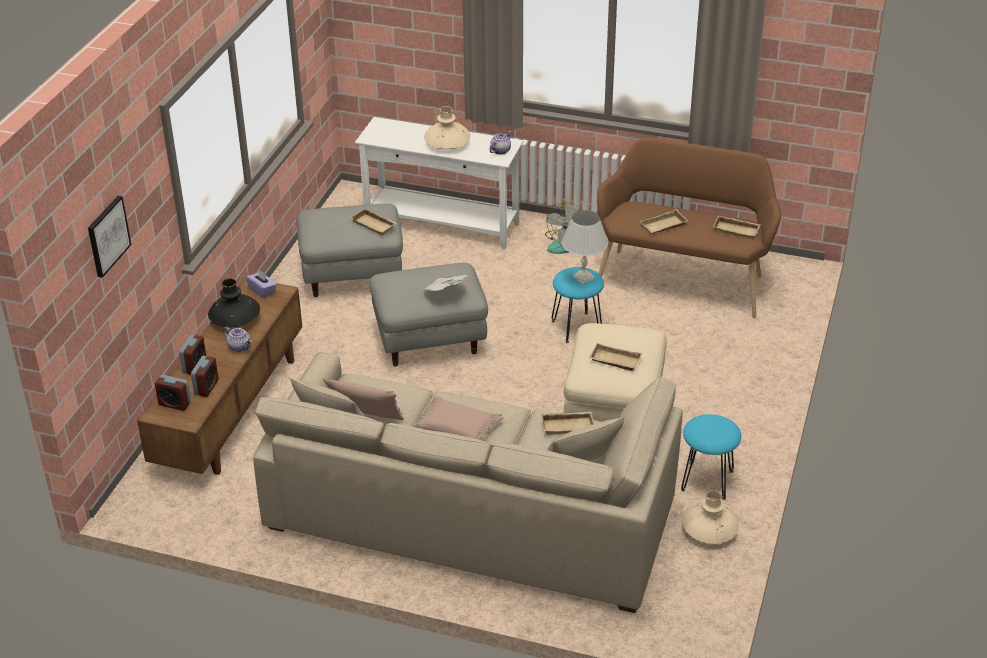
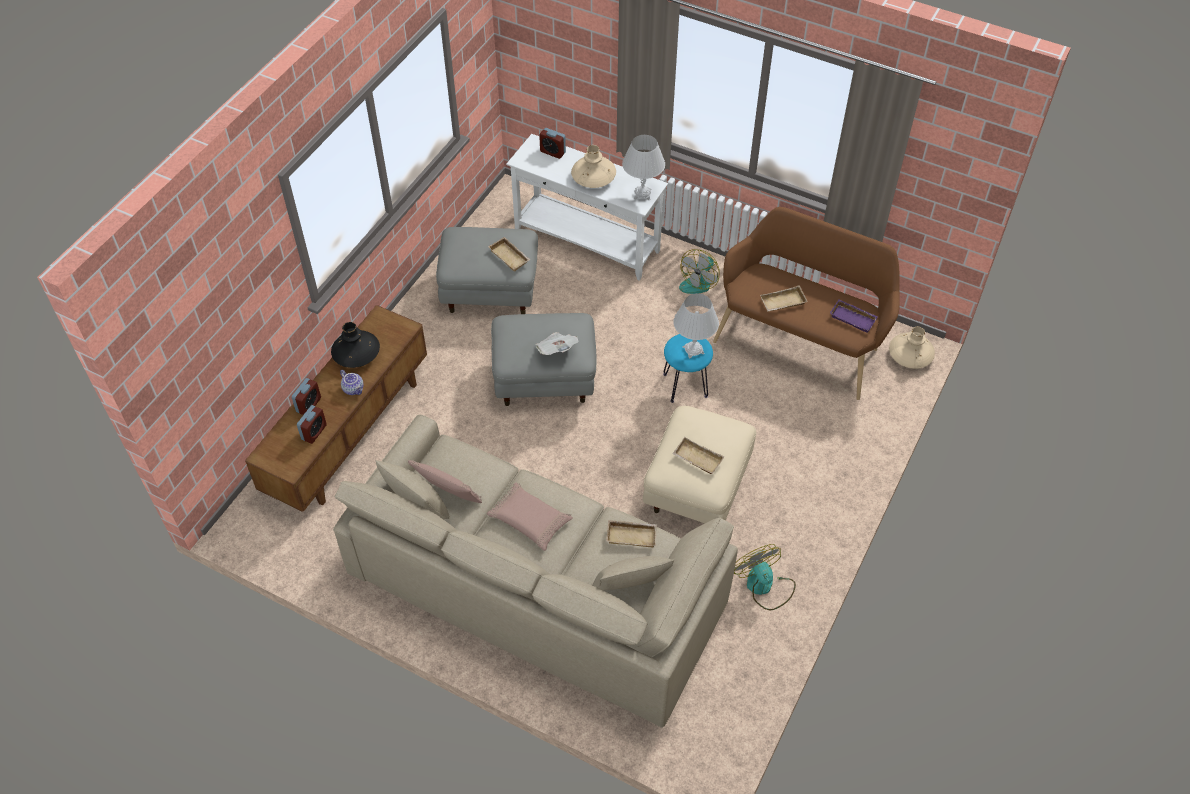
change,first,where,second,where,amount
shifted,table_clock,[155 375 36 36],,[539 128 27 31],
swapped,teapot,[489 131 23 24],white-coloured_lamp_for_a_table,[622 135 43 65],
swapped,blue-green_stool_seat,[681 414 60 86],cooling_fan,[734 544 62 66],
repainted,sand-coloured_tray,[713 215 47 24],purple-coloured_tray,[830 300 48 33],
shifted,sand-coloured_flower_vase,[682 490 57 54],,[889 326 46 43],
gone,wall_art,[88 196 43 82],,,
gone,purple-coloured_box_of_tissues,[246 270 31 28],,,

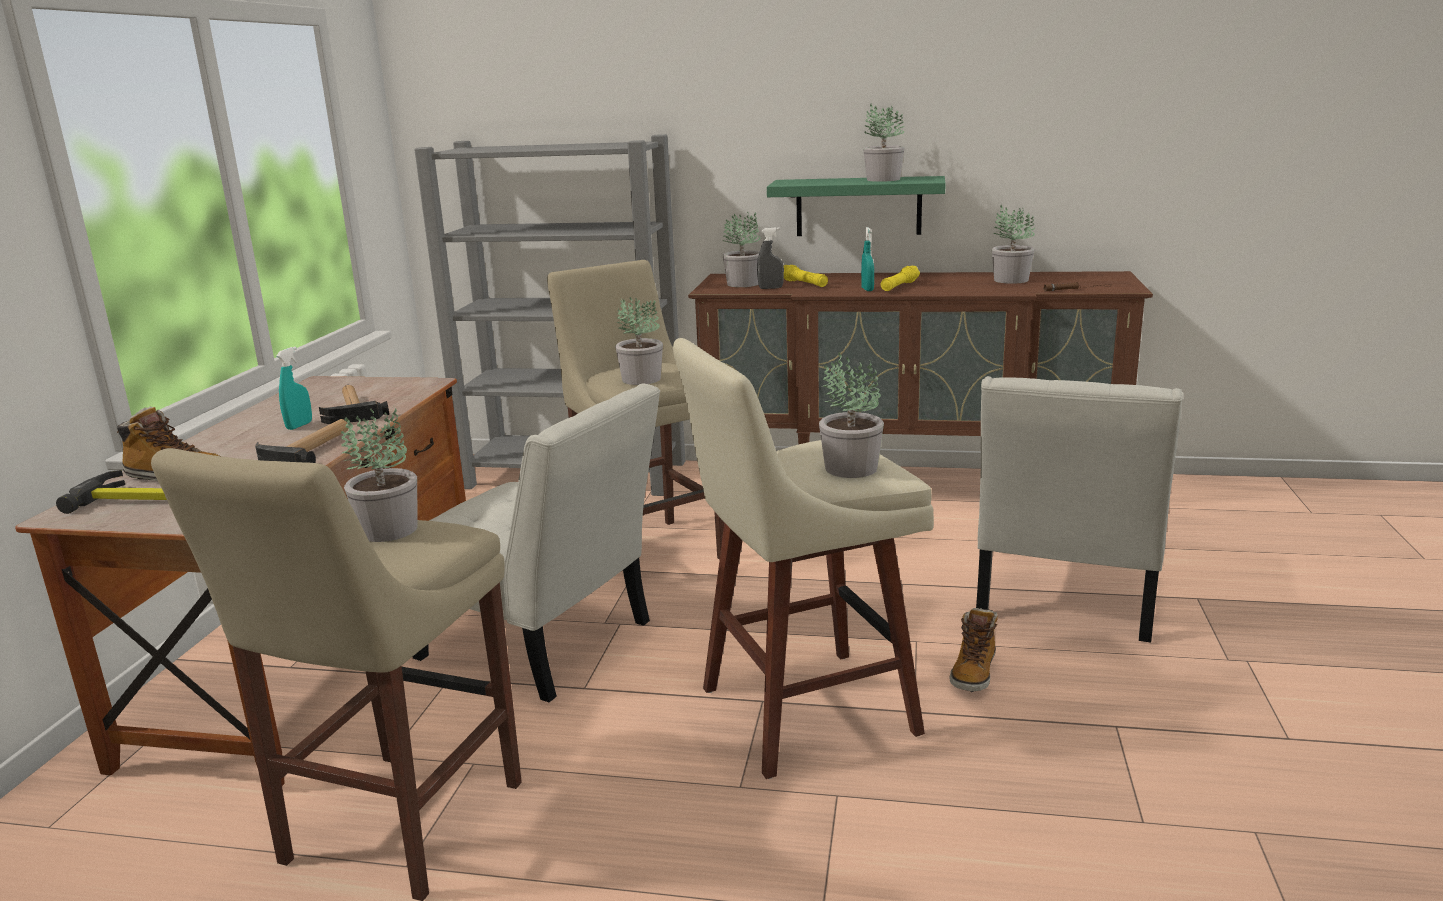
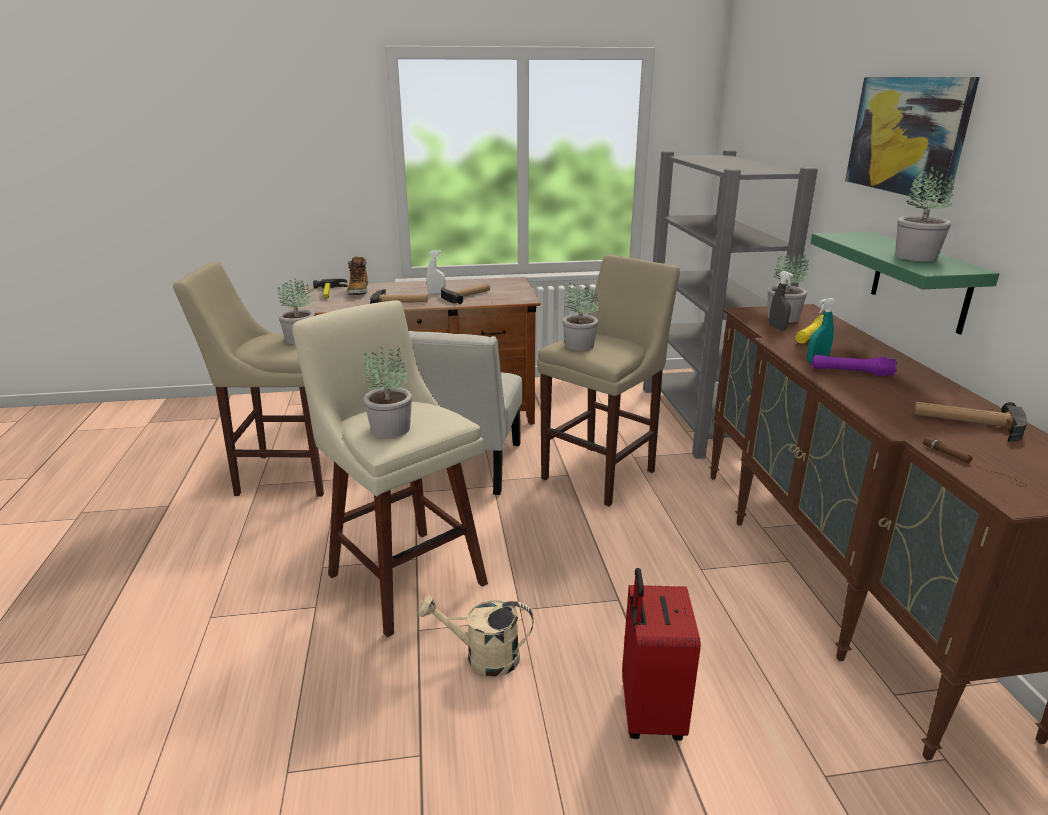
change,first,where,second,where,amount
swapped,boot,[950 608 48 84],sand-coloured_sprinkling_can,[418 595 116 82],
repainted,blue-green_spray_bottle,[276 347 36 83],white-coloured_spray_bottle,[427 251 19 43],
swapped,white-coloured_upright_chair,[976 376 207 266],red-coloured_suitcase,[622 568 79 173],
repainted,yellow_flashlight,[880 266 40 25],purple-coloured_flashlight,[812 355 86 21],
new,,,wall_art,[845 77 135 126],
swapped,plant_in_a_pot,[992 204 43 80],tool_hammer,[914 402 113 40],

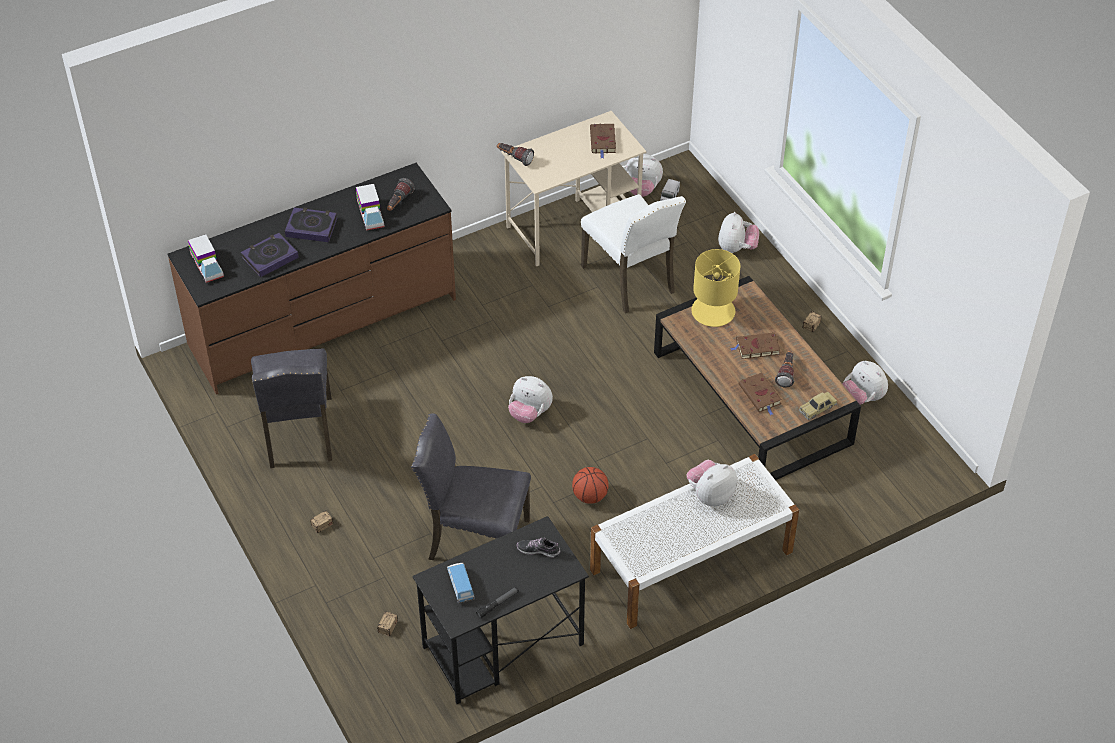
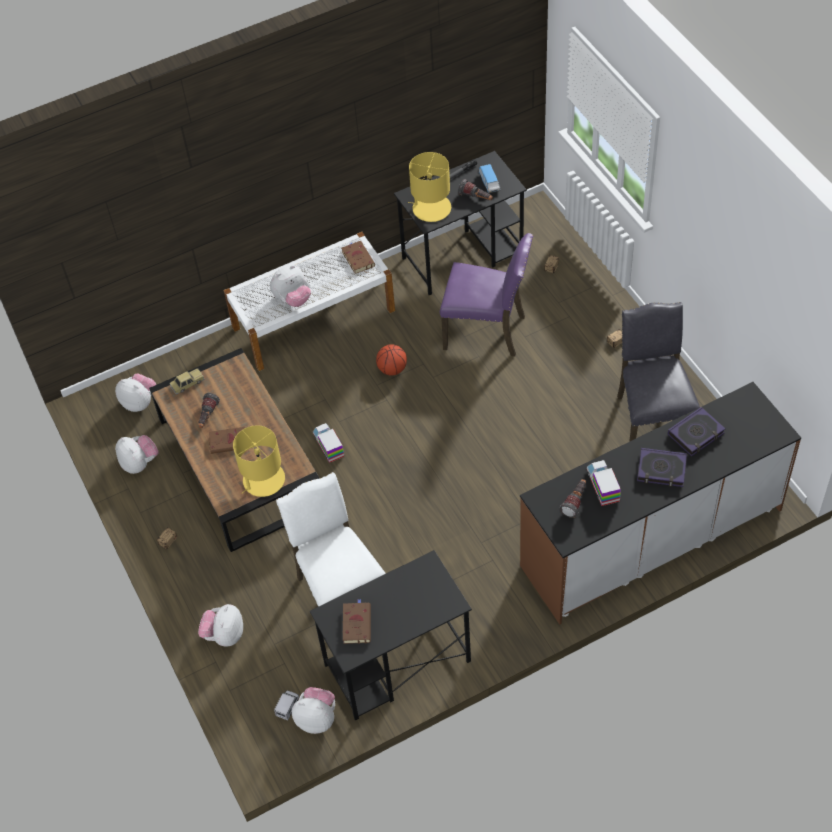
change,first,where,second,where,amount
shifted,cuddly_toy,[508 376 45 47],,[115 373 41 39],
repainted,sand-coloured_desk_table,[501 111 145 155],black-coloured_desk_table,[310 550 162 170],
shifted,toy_lorry,[188 234 36 49],,[313 423 31 40],
shifted,brown_bound_book,[739 373 43 42],,[341 241 34 33],
swapped,item_of_footwear,[517 538 44 20],yellow_lamp_for_a_table,[408 152 43 70],
repainted,grey_upright_chair,[411 413 120 147],purple-coloured_upright_chair,[440 233 94 124],
shifted,flashlight,[497 143 37 23],,[458 179 35 21],

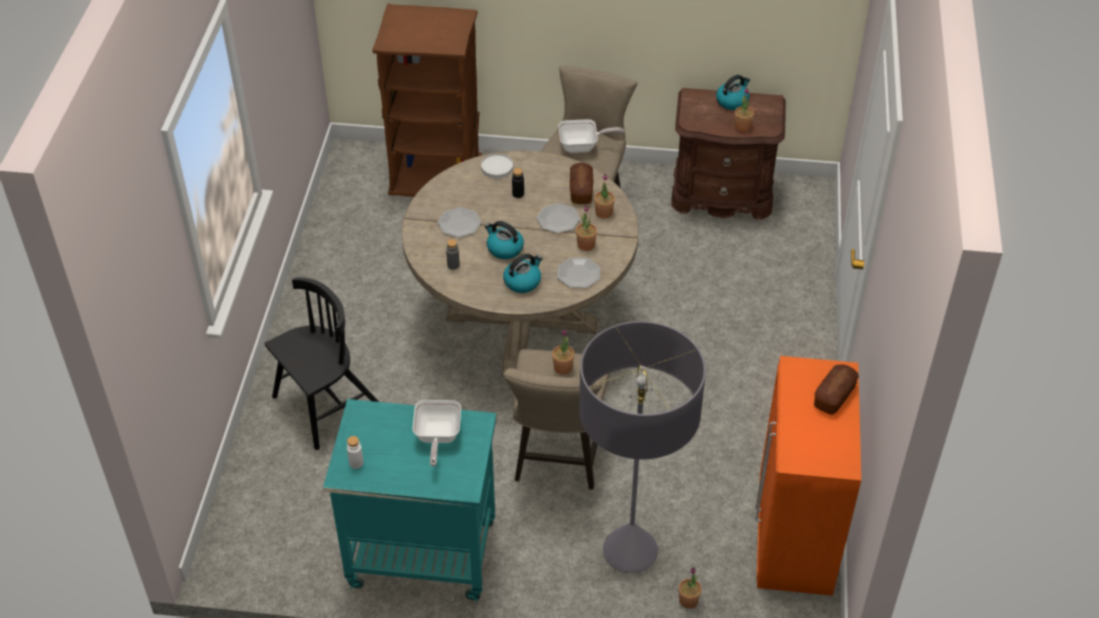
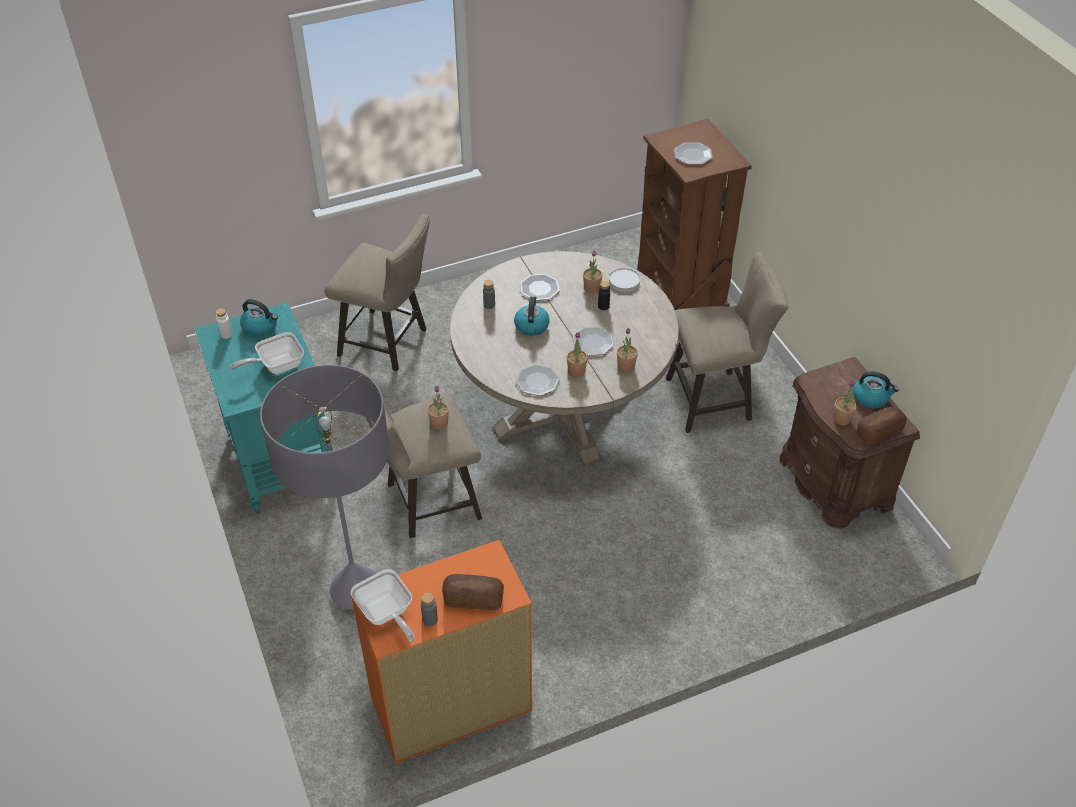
change,first,where,second,where,amount
shifted,tea_kettle,[503 254 40 39],,[240 299 38 38],
swapped,black-coloured_upright_chair,[265 277 114 173],sand-coloured_stool_seat,[325 214 105 157],
shifted,skillet,[559 119 65 34],,[351 569 64 73],
new,,,grey_beverage_bottle,[421 593 17 33],
shifted,plant_in_a_pot,[679 567 23 42],,[583 251 20 43],
new,,,plate,[674 142 39 23],
shifted,bread,[570 163 23 41],,[856 407 51 38],

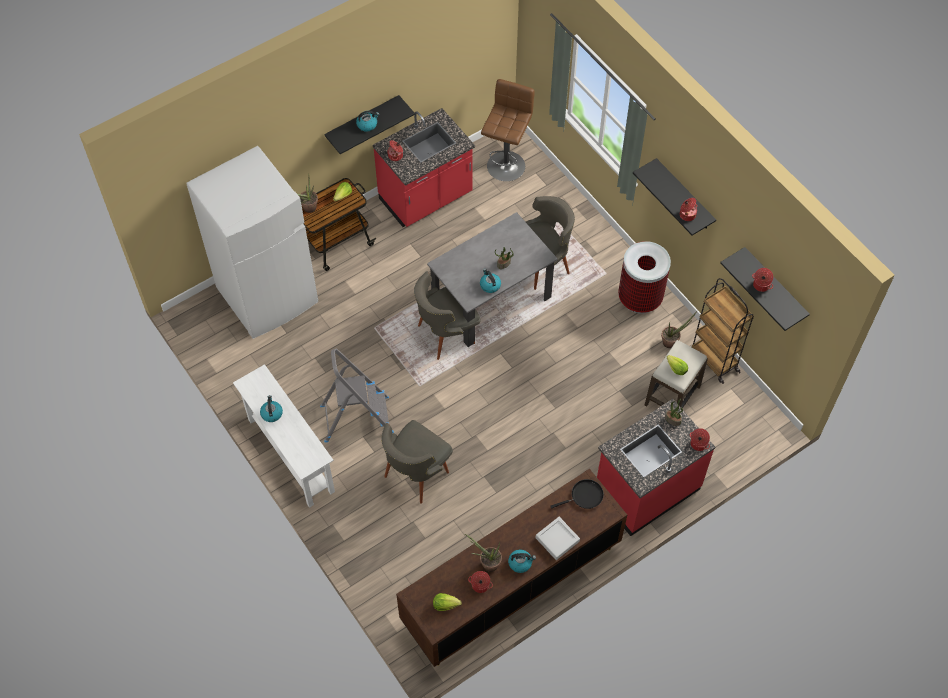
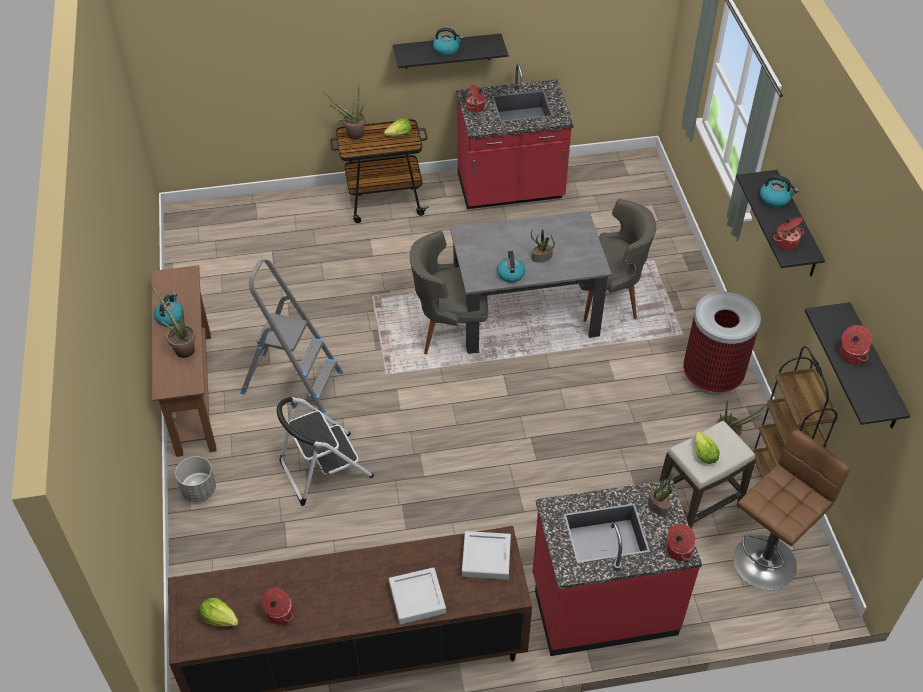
change,first,where,second,where,amount
shifted,plant_in_a_pot,[465 534 37 38],,[151 285 45 73],
repainted,white-coloured_console_table,[233 364 102 144],brown_console_table,[152 265 64 192],
new,,,grey_plant_pot,[175 456 41 46],
swapped,grey_upright_chair,[381 420 72 84],step_ladder,[277 397 97 109],
swapped,black-coloured_skillet,[550 479 54 30],grey_tray,[462 531 49 49],
shifted,brown_stool_seat,[481 79 54 102],,[733 430 117 160],
shifted,tea_kettle,[508 549 28 24],,[760 175 38 32],
gone,white-coloured_kitchen_fridge,[186 146 132 193],,,

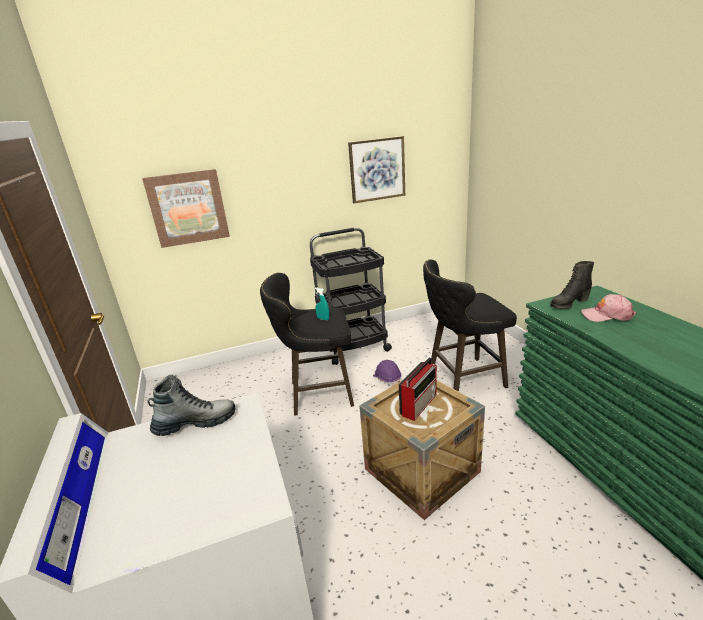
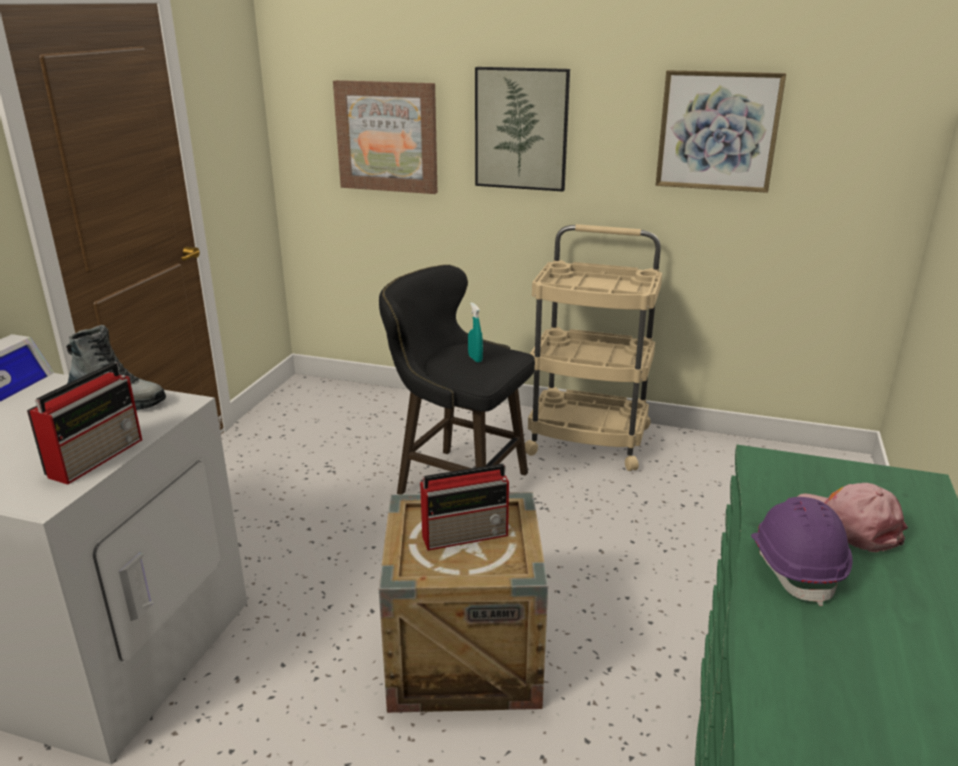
change,first,where,second,where,amount
new,,,radio_receiver,[27 362 115 123],
new,,,wall_art,[475 67 95 124],
repainted,black-coloured_trolley,[310 228 82 137],sand-coloured_trolley,[525 224 137 247],
shifted,purple-coloured_work_helmet,[373 360 28 26],,[751 497 101 109],
gone,black-coloured_stool_seat,[423 259 94 133],,,
gone,black-coloured_boot,[550 261 44 48],,,

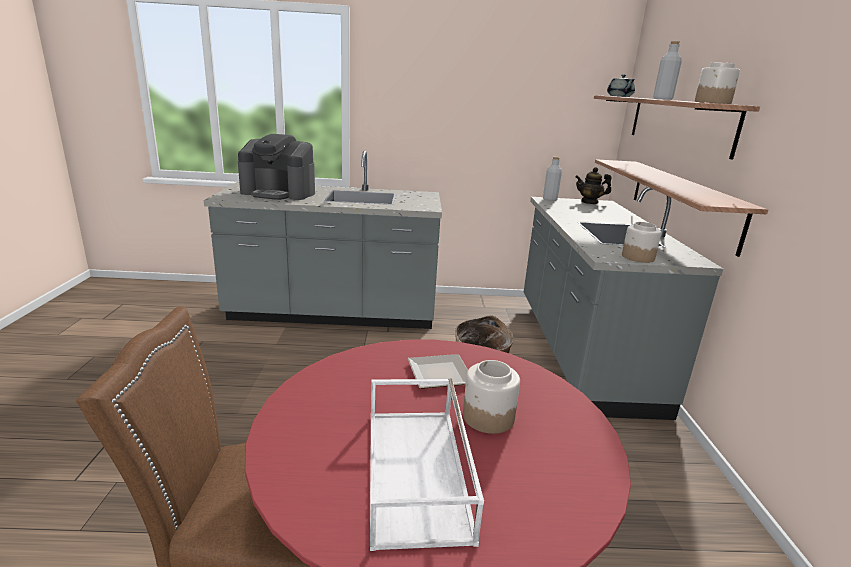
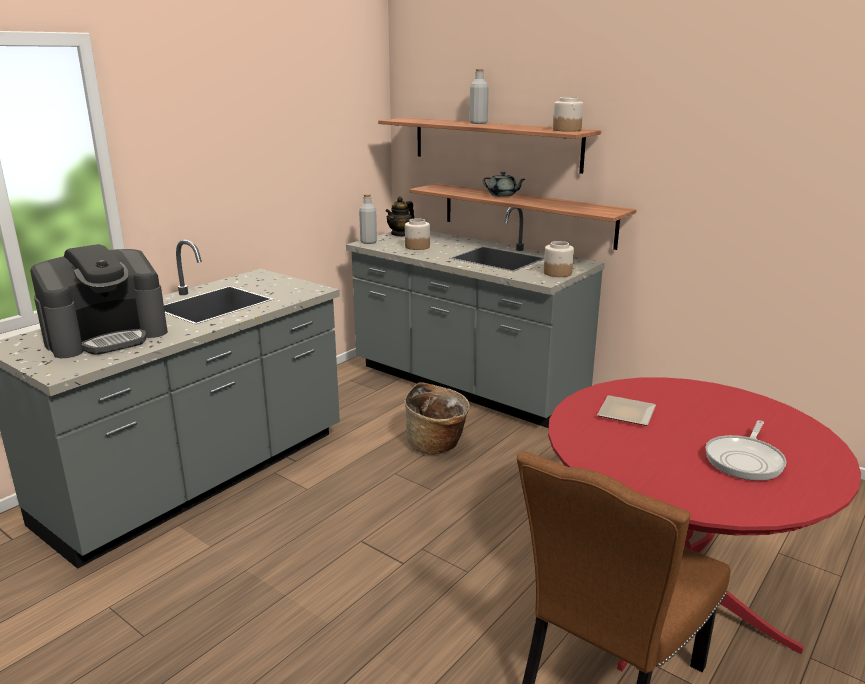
change,first,where,second,where,amount
shifted,storage_jar,[463 360 57 74],,[405 219 25 31],
shifted,grey_teapot,[607 74 28 23],,[483 172 42 25],
swapped,white-coloured_tray,[370 379 114 172],skillet,[705 420 81 61],

